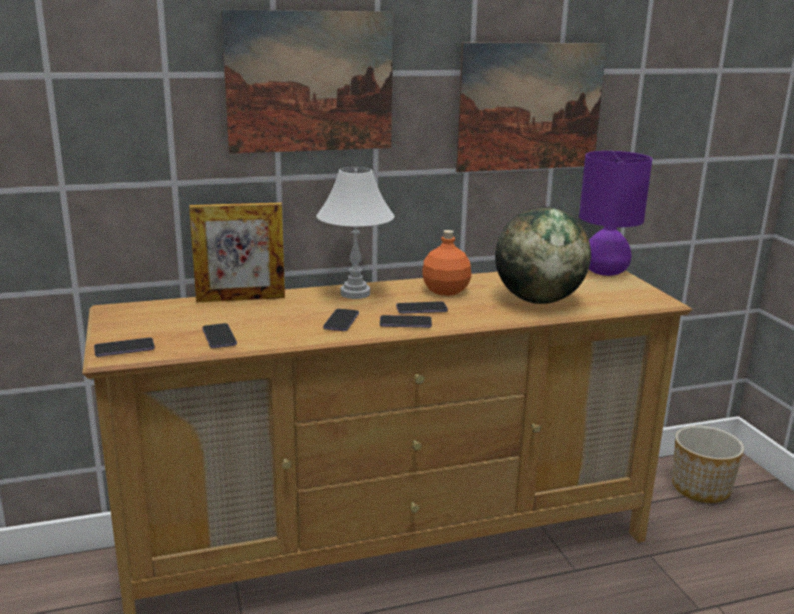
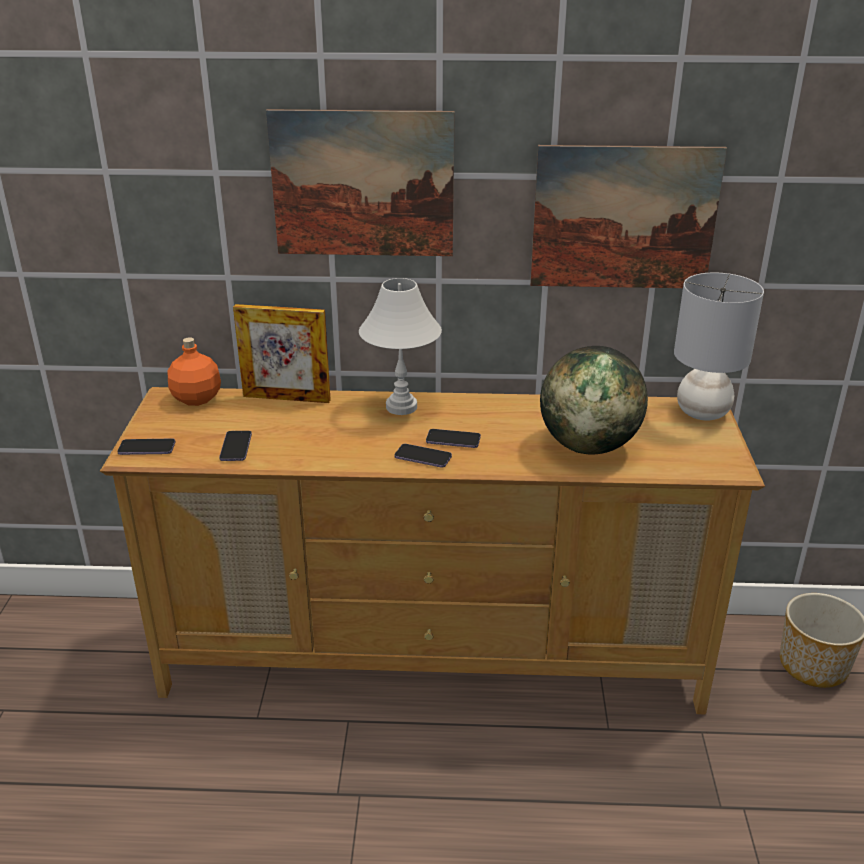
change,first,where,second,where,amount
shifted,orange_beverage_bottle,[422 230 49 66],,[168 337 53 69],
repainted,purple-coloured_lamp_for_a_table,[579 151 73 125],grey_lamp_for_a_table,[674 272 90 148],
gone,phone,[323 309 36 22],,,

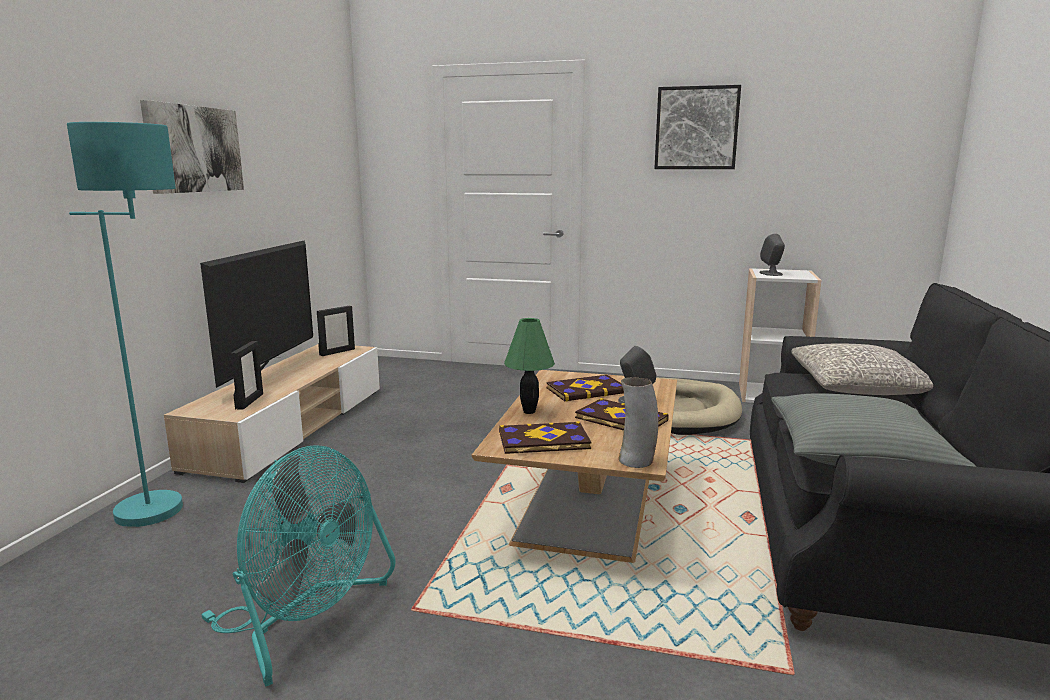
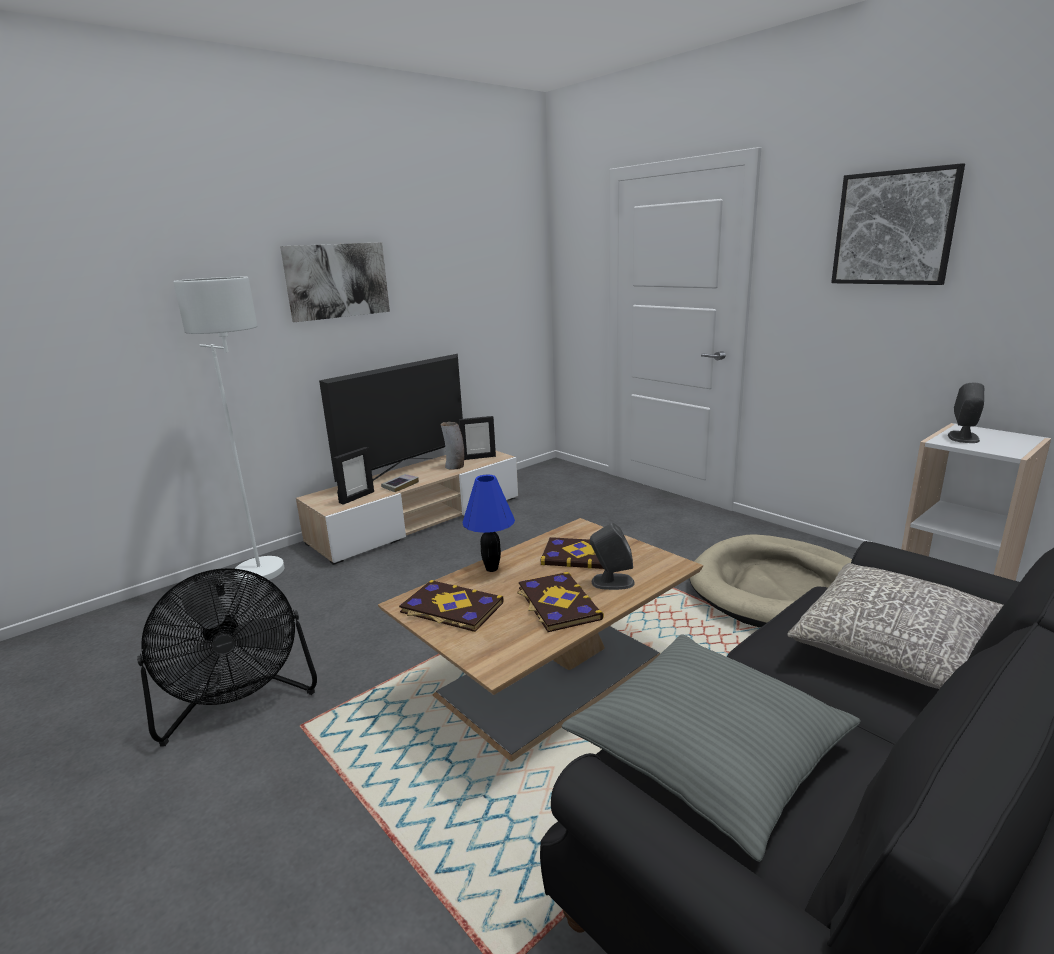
change,first,where,second,where,amount
repainted,blue-green_cooling_fan,[202 446 193 241],black-coloured_cooling_fan,[137 568 180 179],
repainted,blue-green_floor_lamp,[67 122 116 405],white-coloured_floor_lamp,[174 277 110 307],
new,,,bound_book,[381 474 38 18],
shifted,flower_vase,[619 377 39 91],,[441 422 23 47],
repainted,greenish_lamp_for_a_table,[504 318 51 96],blue-coloured_lamp_for_a_table,[462 475 53 97],

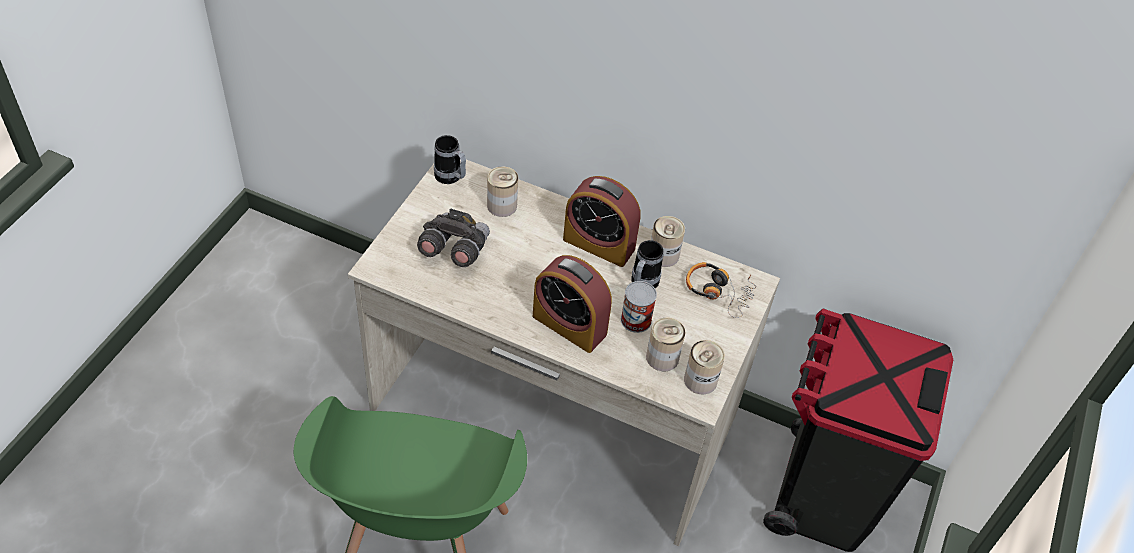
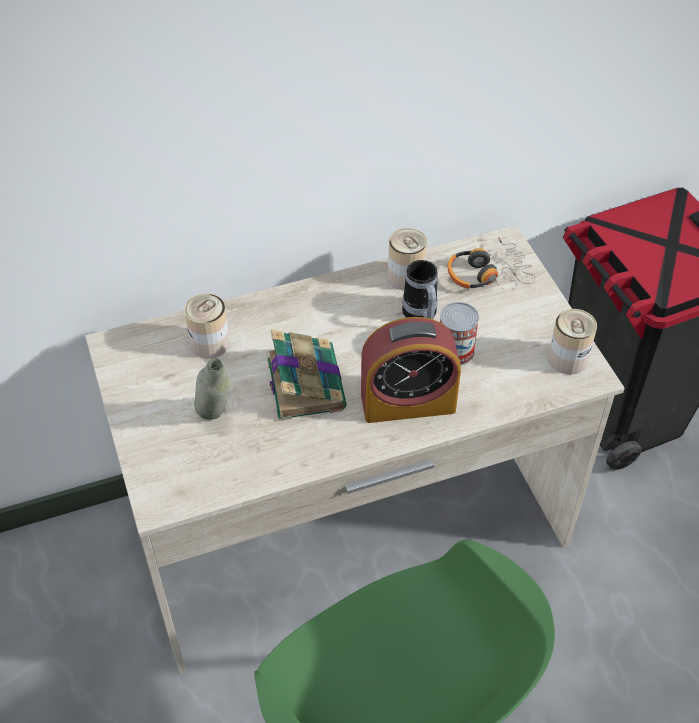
change,first,where,second,where,amount
swapped,grey_binoculars,[417 208 73 59],grey_beverage_bottle,[194 358 36 62],
new,,,bound_book,[267 330 80 91],
gone,mug,[434 135 32 49],,,
gone,table_clock,[563 176 78 91],,,
gone,can,[646 318 39 53],,,

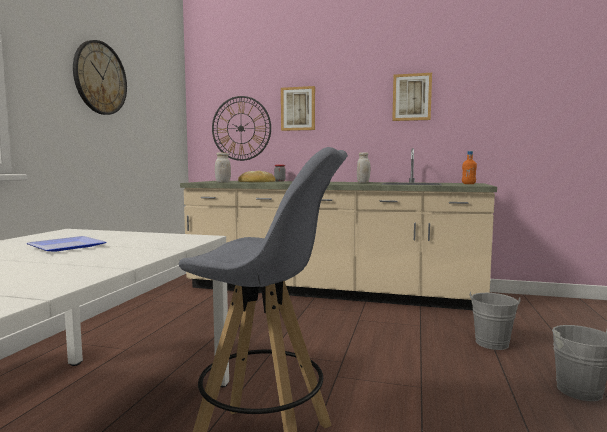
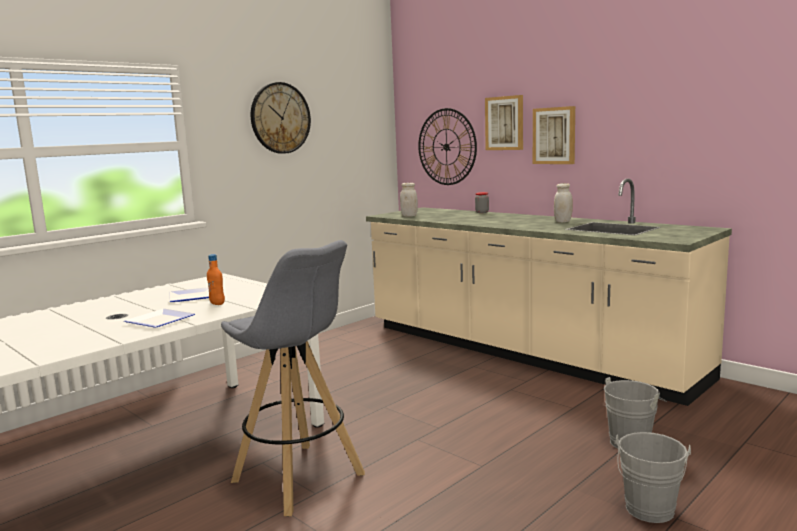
change,first,where,second,where,amount
new,,,plate,[124 309 71 19],
shifted,orange_beverage_bottle,[462 151 15 33],,[207 254 18 51],
shifted,wall_art,[392 73 40 48],,[533 106 42 58],
gone,bread,[238 171 38 11],,,

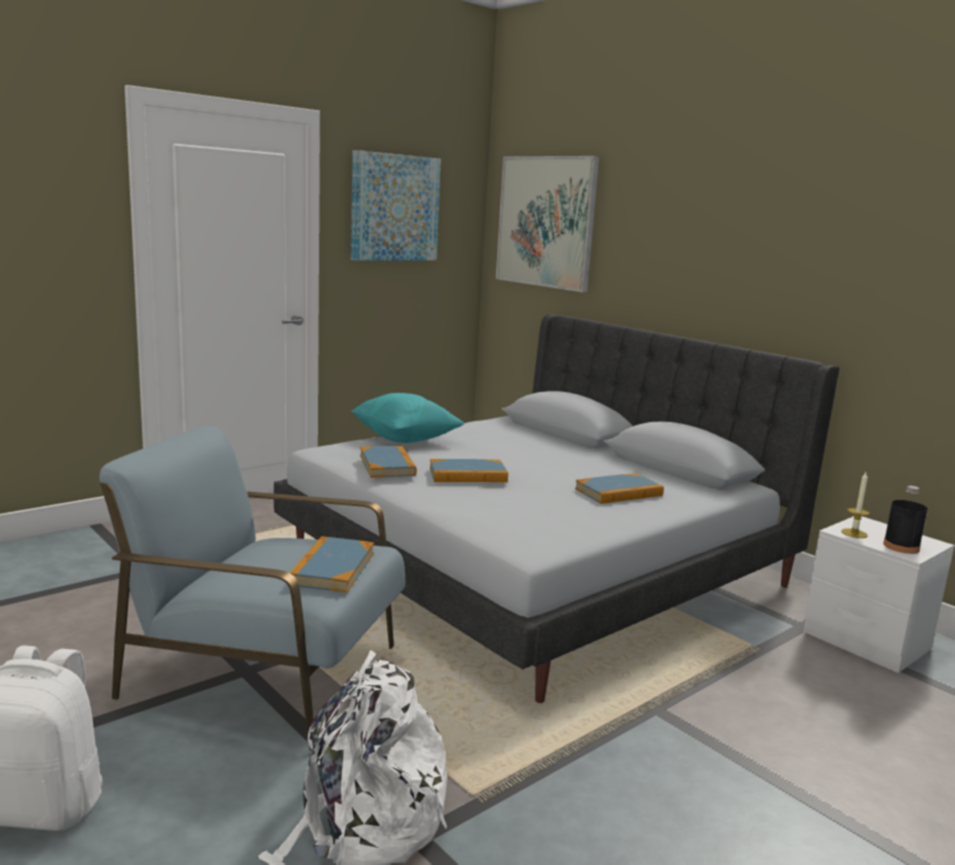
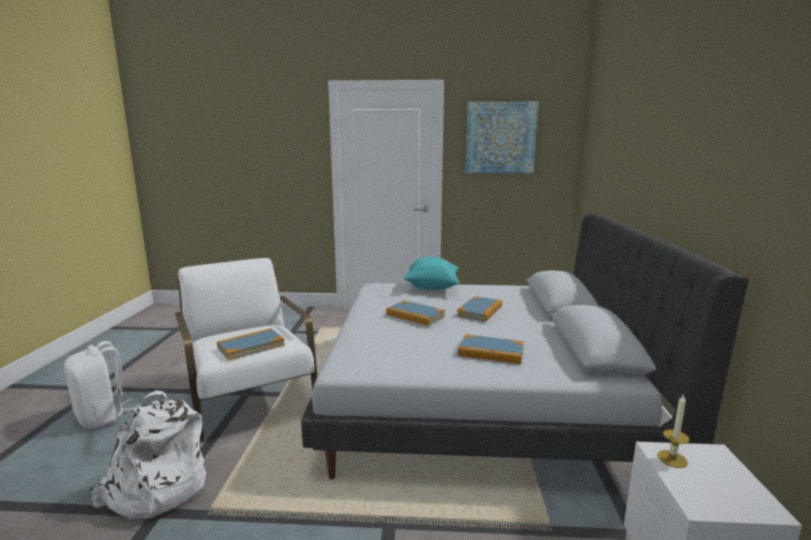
change,first,where,second,where,amount
repainted,blue-coloured_lounge_chair,[99 426 306 324],white-coloured_lounge_chair,[175 258 142 184],
shifted,bound_book,[360 446 57 32],,[457 296 45 26],
gone,wall_art,[496 156 103 136],,,
gone,black-coloured_beverage_bottle,[883 486 45 68],,,

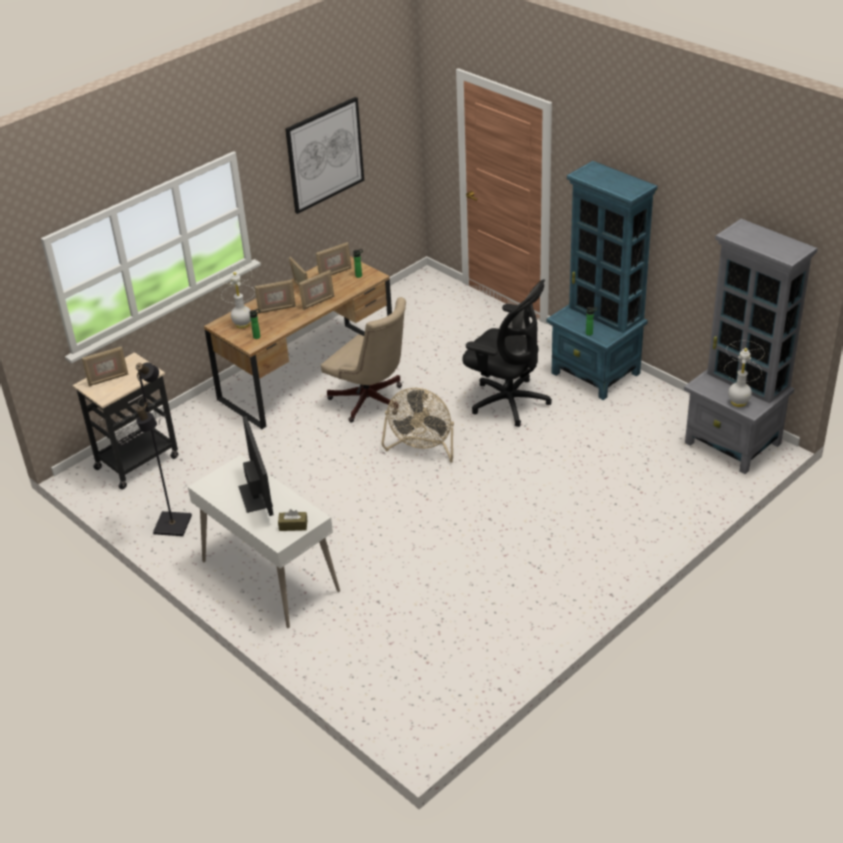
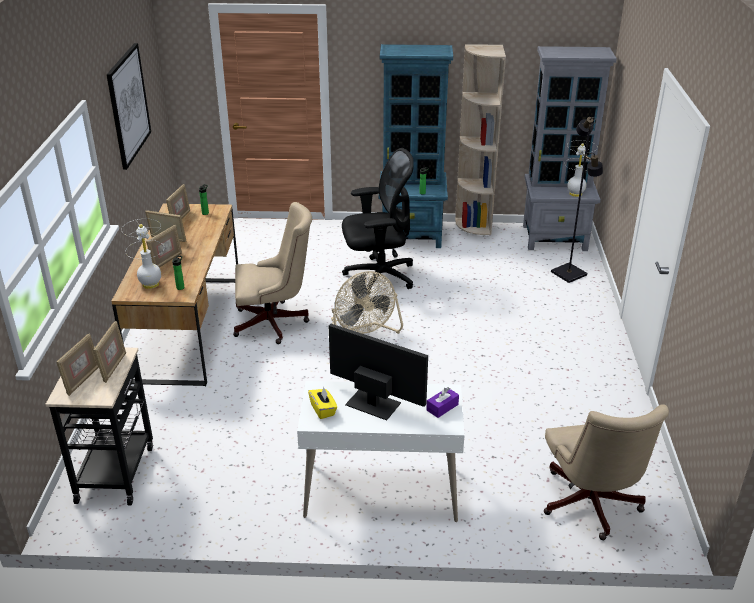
change,first,where,second,where,amount
shifted,standing_frame,[299 270 35 40],,[93 321 33 62],
new,,,yellow_box_of_tissues,[308 387 29 32],
repainted,brown_box_of_tissues,[278 509 29 22],purple-coloured_box_of_tissues,[426 387 33 31],
new,,,sand-coloured_bookshelf,[455 44 51 193],
new,,,sand-coloured_desk_chair,[544 404 125 136],
shifted,black-coloured_floor_lamp,[134 362 58 174],,[551 117 52 166],

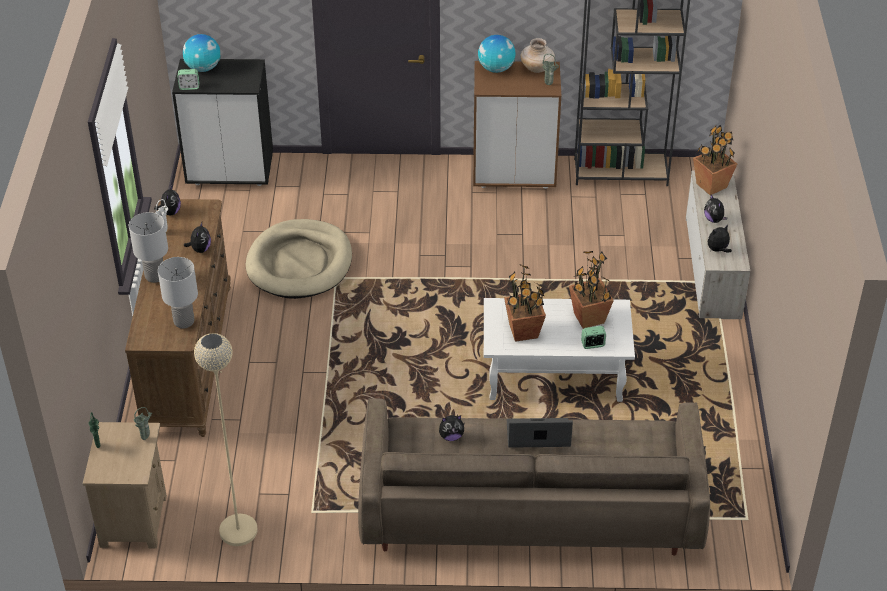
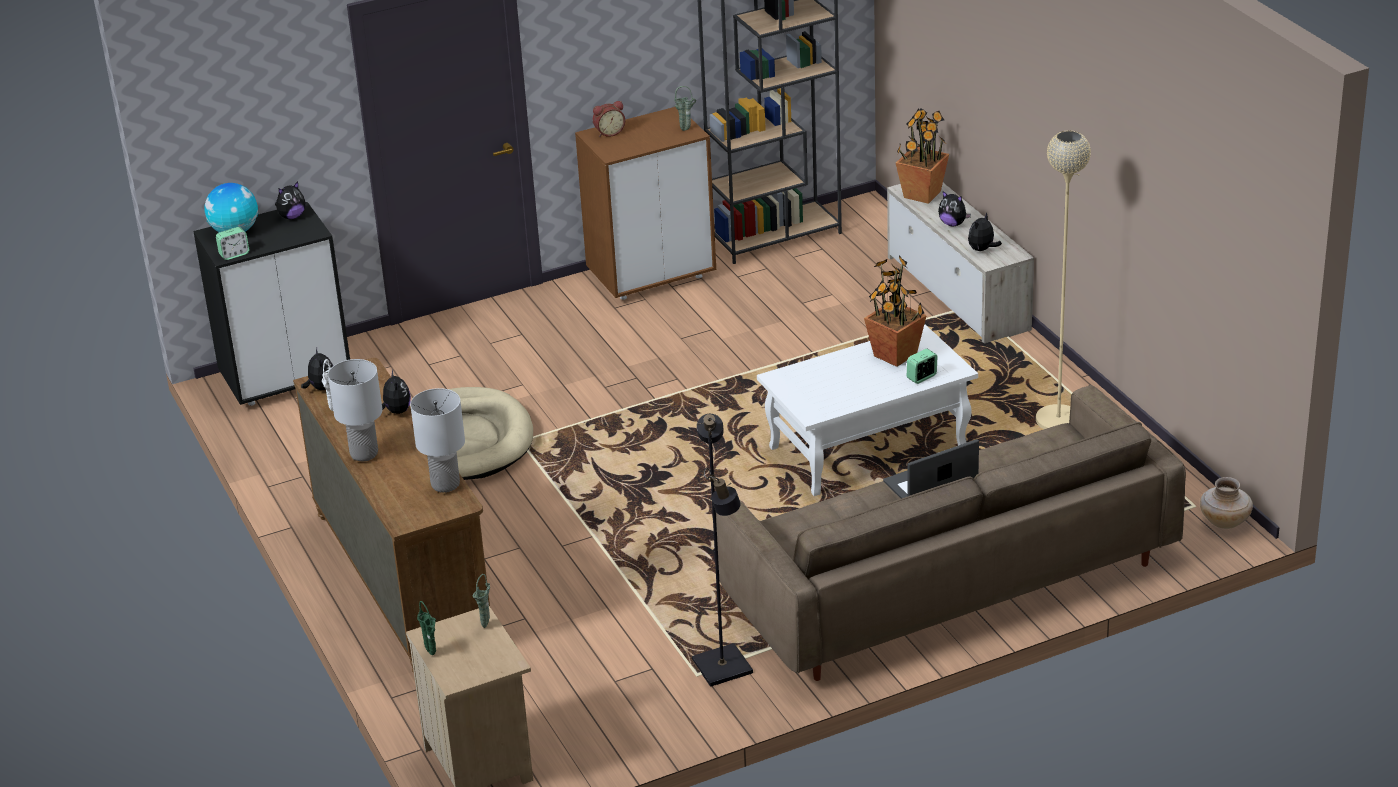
change,first,where,second,where,amount
shifted,cuddly_toy,[439 415 25 26],,[275 182 30 37],
swapped,globe,[478 35 38 38],table_clock,[593 101 32 36],
new,,,black-coloured_floor_lamp,[692 414 61 273],
shifted,sand-coloured_floor_lamp,[194 333 64 213],,[1036 130 55 299],
shifted,sand-coloured_flower_vase,[521 38 34 35],,[1200 477 53 52],
gone,plant_in_a_pot,[504 264 42 78],,,

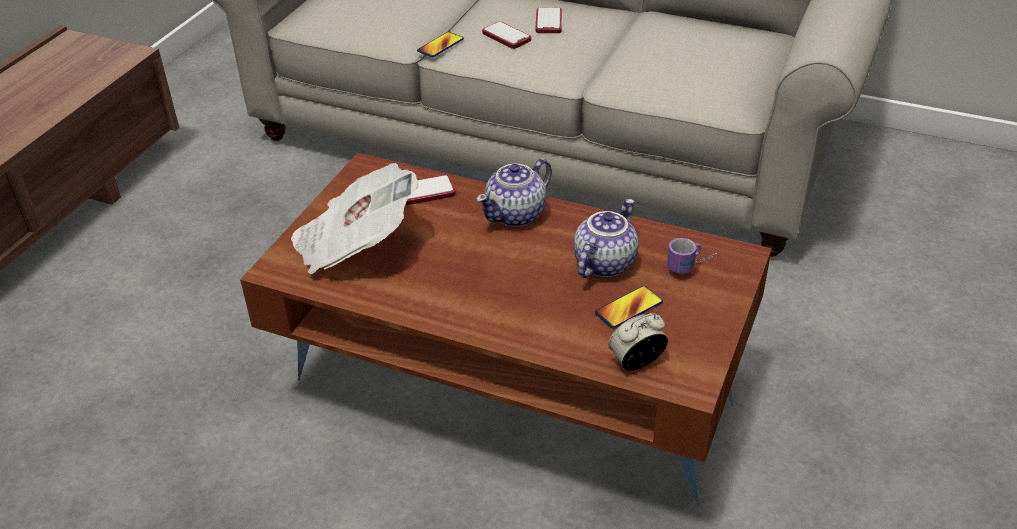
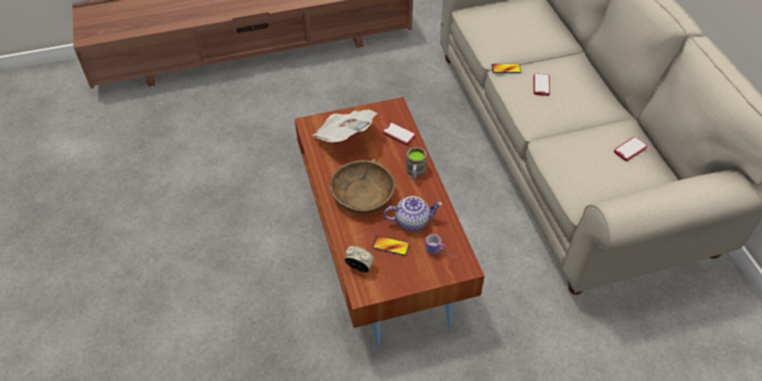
change,first,where,second,where,amount
new,,,brown_bowl,[330 159 65 55],
swapped,teapot,[476 158 76 69],brown_mug,[406 147 21 33],
shifted,phone,[536 8 26 25],,[614 137 33 24],

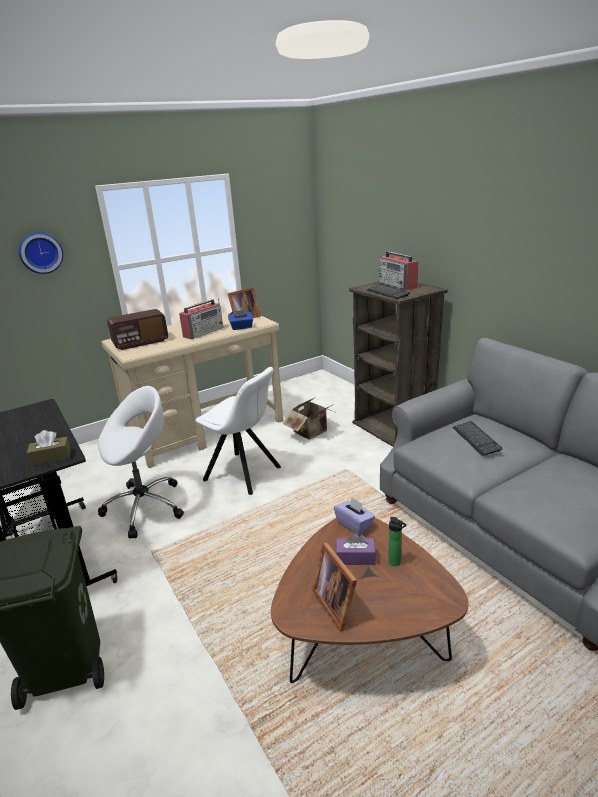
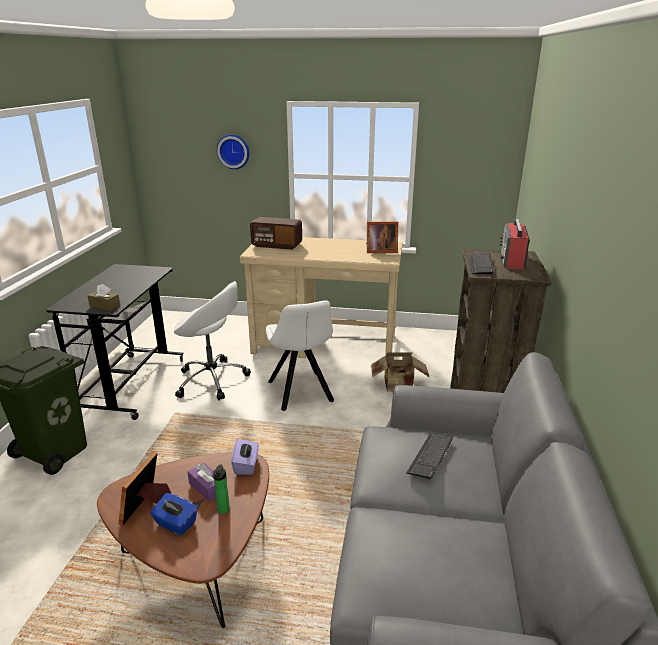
change,first,where,second,where,amount
shifted,blue-coloured_box_of_tissues,[228 310 25 20],,[150 493 47 42],
gone,radio_receiver,[179 298 44 41],,,

